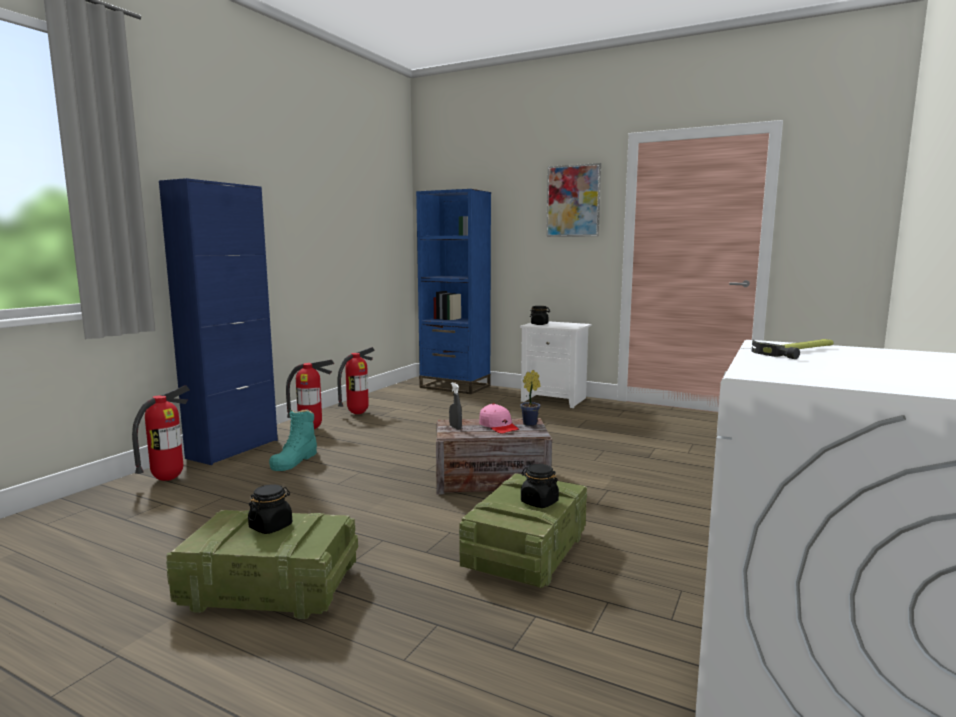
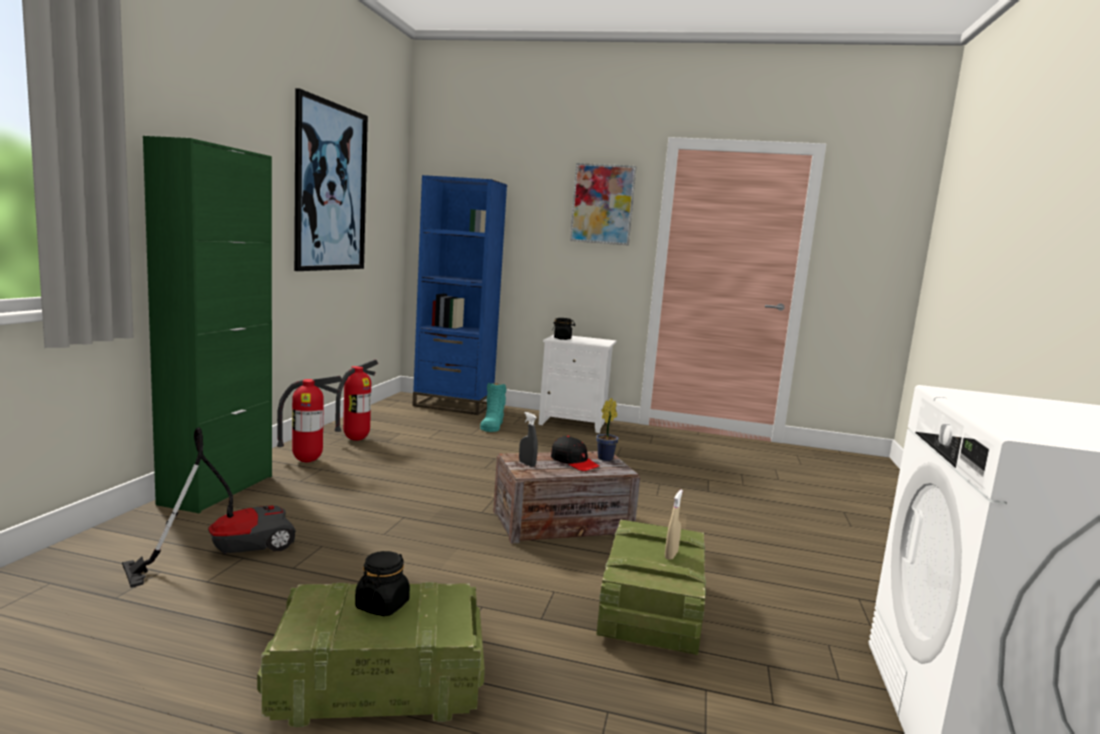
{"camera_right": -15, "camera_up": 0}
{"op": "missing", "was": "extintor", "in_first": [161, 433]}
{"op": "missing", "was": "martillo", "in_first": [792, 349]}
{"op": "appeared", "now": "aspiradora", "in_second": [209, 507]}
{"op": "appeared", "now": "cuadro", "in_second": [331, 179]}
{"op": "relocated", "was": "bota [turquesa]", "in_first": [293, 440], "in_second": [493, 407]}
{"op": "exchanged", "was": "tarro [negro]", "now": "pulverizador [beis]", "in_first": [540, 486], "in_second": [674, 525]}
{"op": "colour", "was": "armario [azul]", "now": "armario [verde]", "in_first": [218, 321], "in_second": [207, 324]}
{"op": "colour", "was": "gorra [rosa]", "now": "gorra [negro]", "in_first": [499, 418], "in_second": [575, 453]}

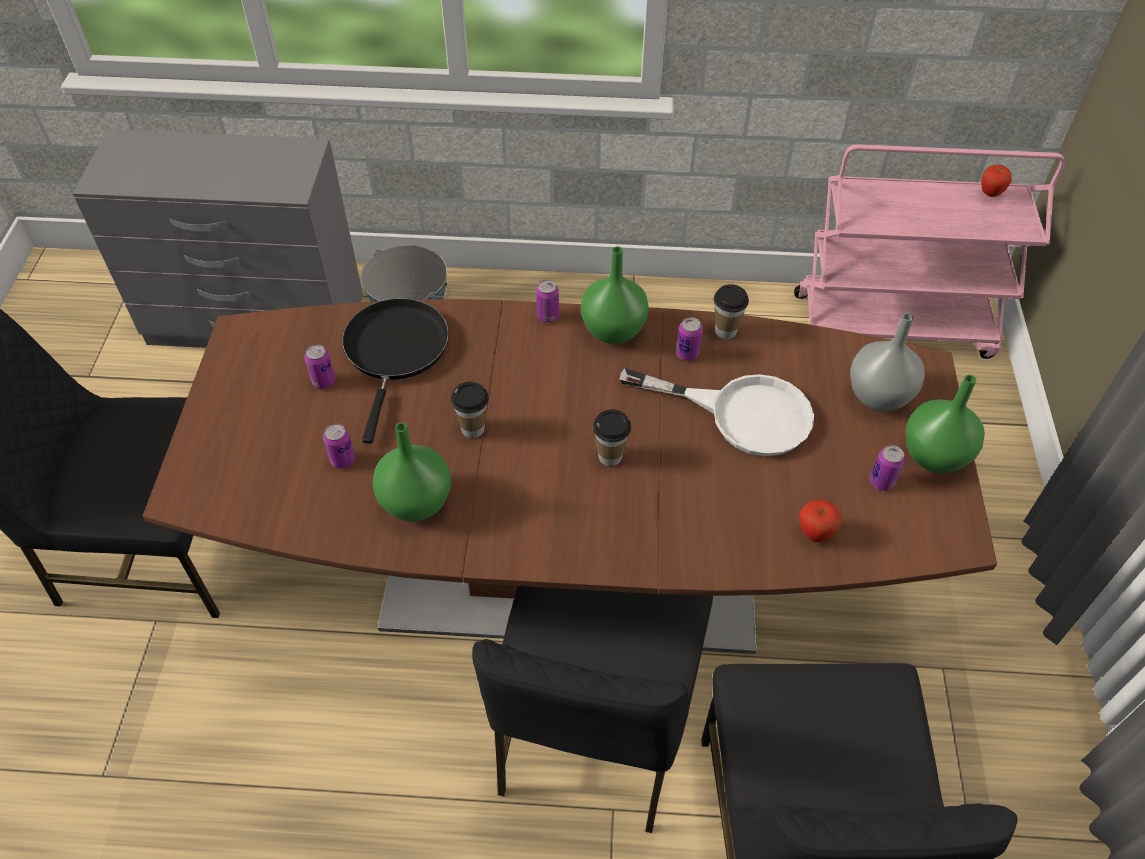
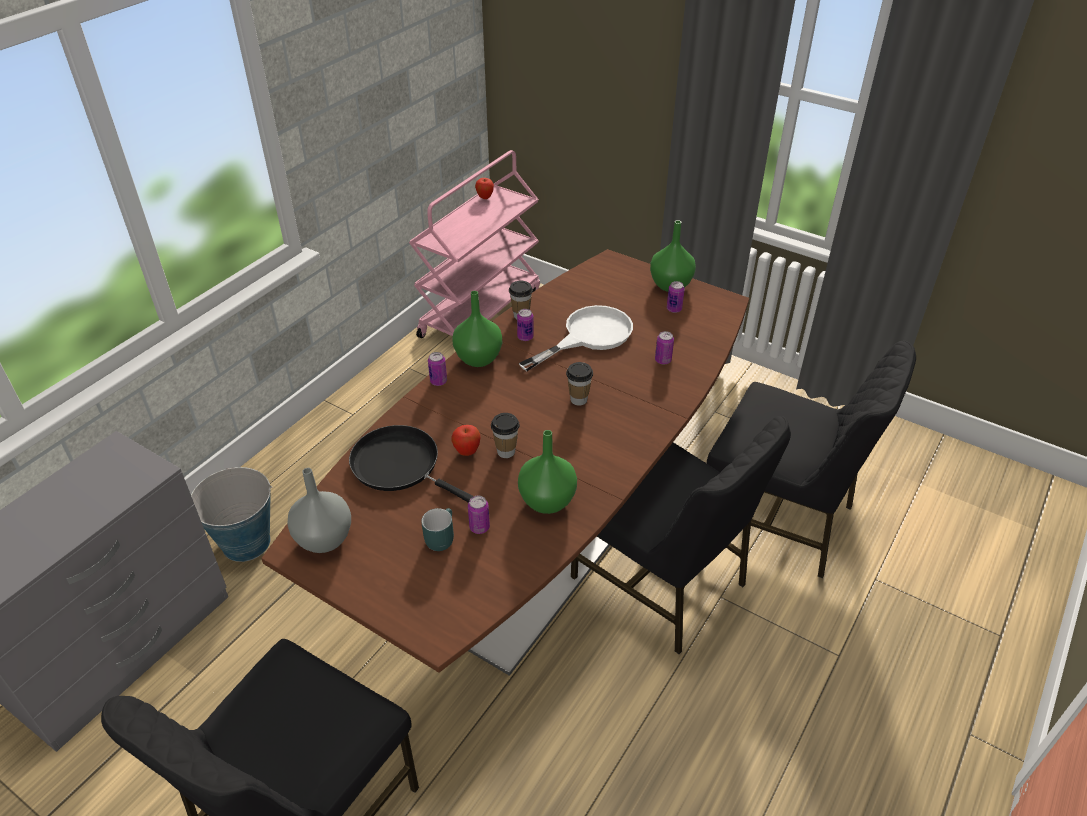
{"camera_right": -60, "camera_up": -10}
{"op": "appeared", "now": "taza grande [turquesa]", "in_second": [437, 529]}
{"op": "relocated", "was": "lata", "in_first": [319, 366], "in_second": [664, 348]}
{"op": "relocated", "was": "manzana", "in_first": [820, 521], "in_second": [465, 440]}
{"op": "relocated", "was": "florero [gris]", "in_first": [887, 362], "in_second": [319, 510]}

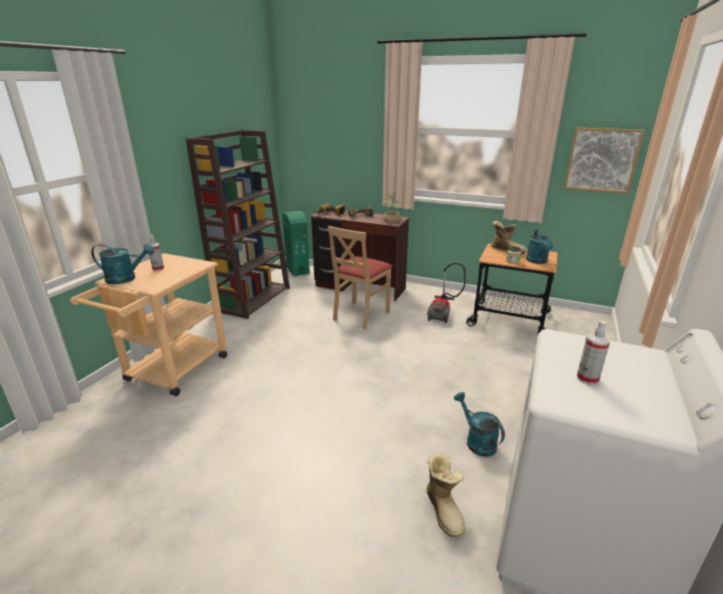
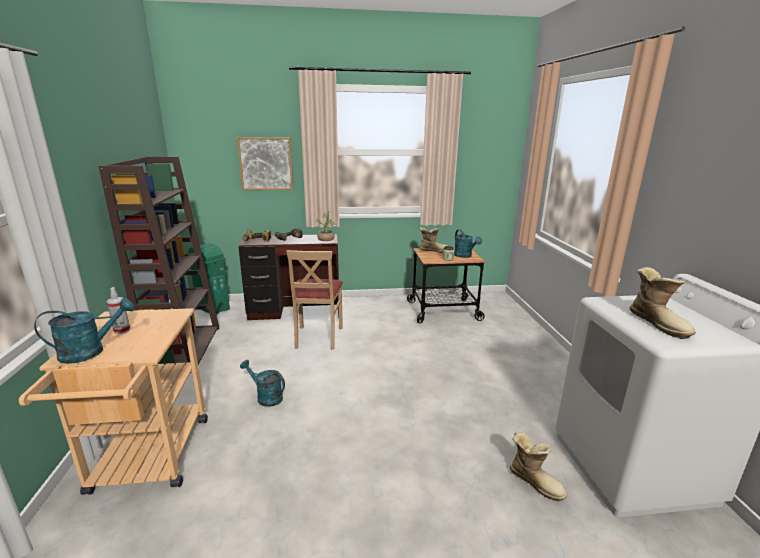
{"camera_right": -30, "camera_up": -5}
{"op": "missing", "was": "aspiradora", "in_first": [446, 293]}
{"op": "relocated", "was": "regadera [turquesa]", "in_first": [479, 424], "in_second": [262, 383]}
{"op": "relocated", "was": "cuadro", "in_first": [604, 160], "in_second": [265, 163]}
{"op": "exchanged", "was": "pulverizador", "now": "bota", "in_first": [593, 353], "in_second": [662, 303]}

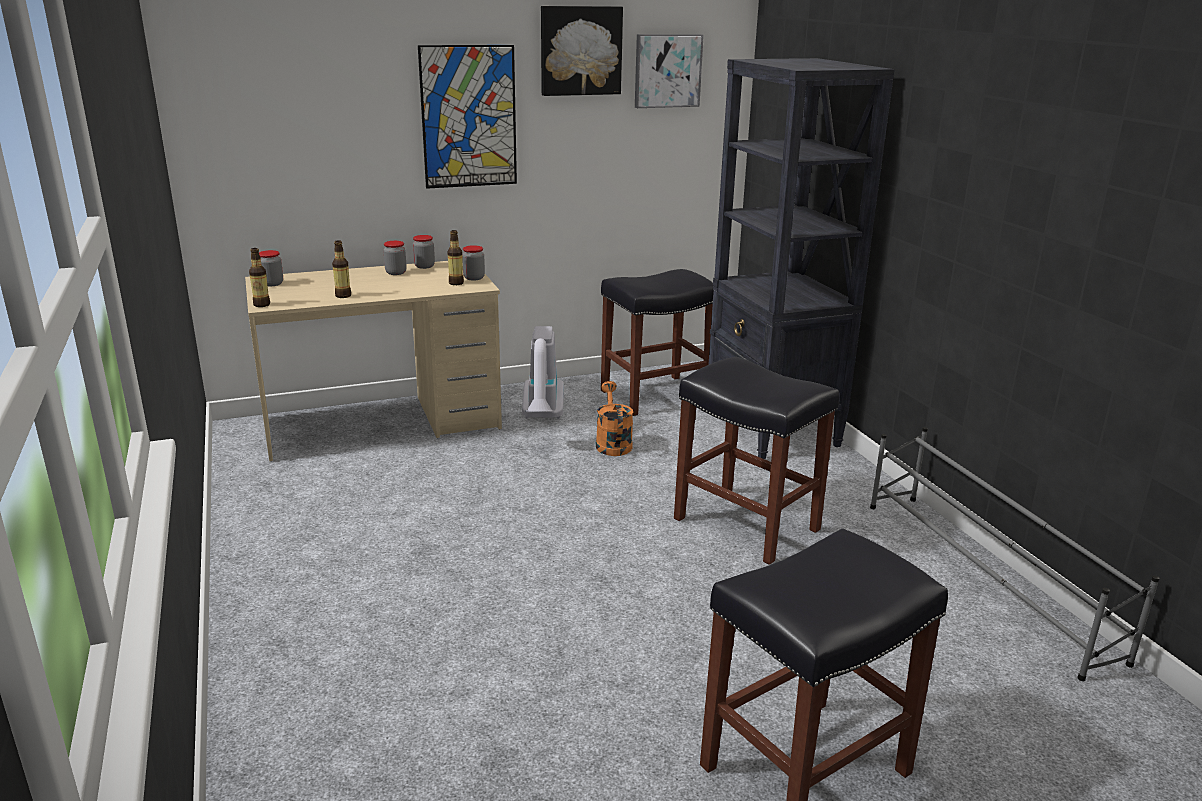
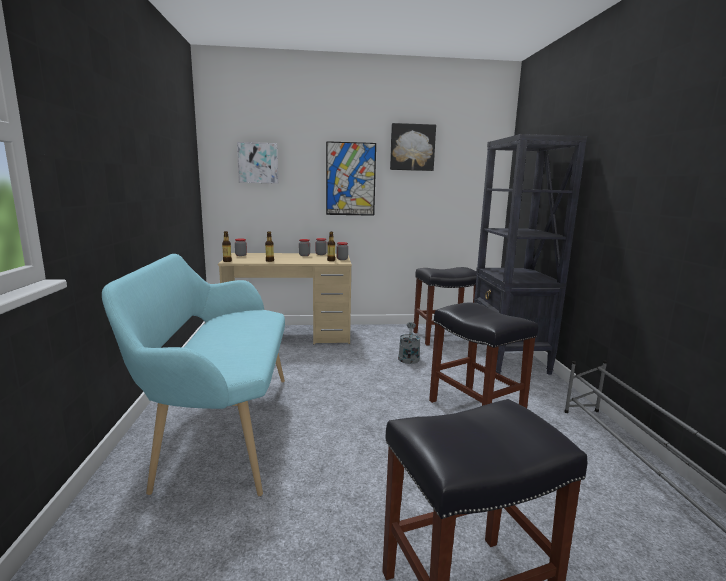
{"camera_right": 15, "camera_up": -10}
{"op": "missing", "was": "aspiradora", "in_first": [543, 372]}
{"op": "appeared", "now": "banco [turquesa]", "in_second": [193, 375]}
{"op": "relocated", "was": "cuadro", "in_first": [669, 71], "in_second": [257, 163]}
{"op": "colour", "was": "regadera [naranja]", "now": "regadera [gris]", "in_first": [614, 418], "in_second": [409, 343]}

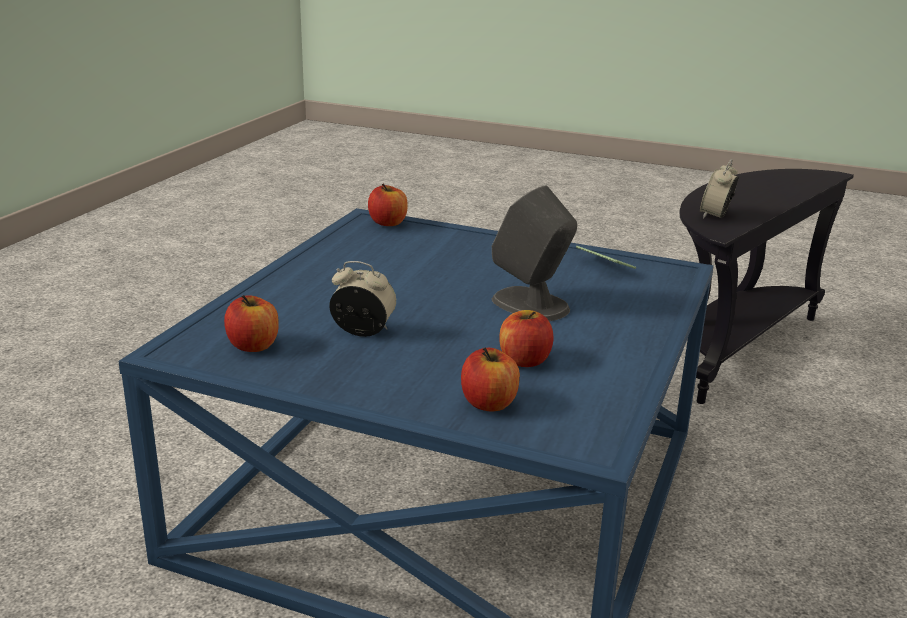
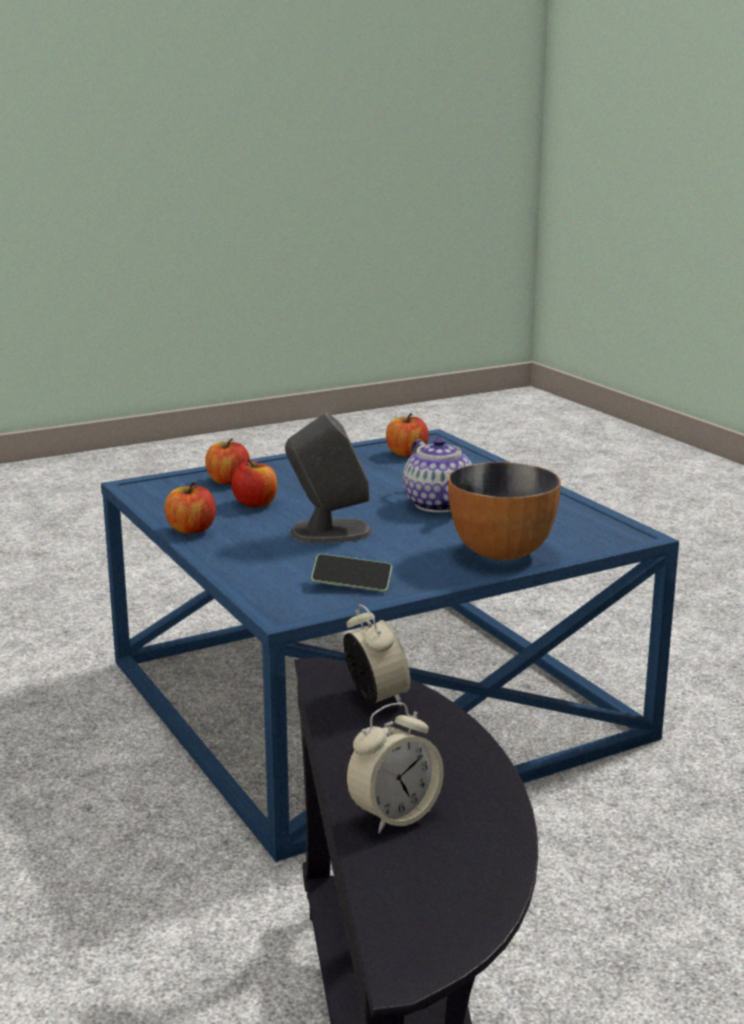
{"camera_right": 130, "camera_up": -5}
{"op": "appeared", "now": "tetera", "in_second": [437, 475]}
{"op": "appeared", "now": "cuenco", "in_second": [504, 511]}
{"op": "relocated", "was": "despertador", "in_first": [363, 299], "in_second": [394, 768]}
{"op": "relocated", "was": "manzana", "in_first": [388, 205], "in_second": [190, 508]}

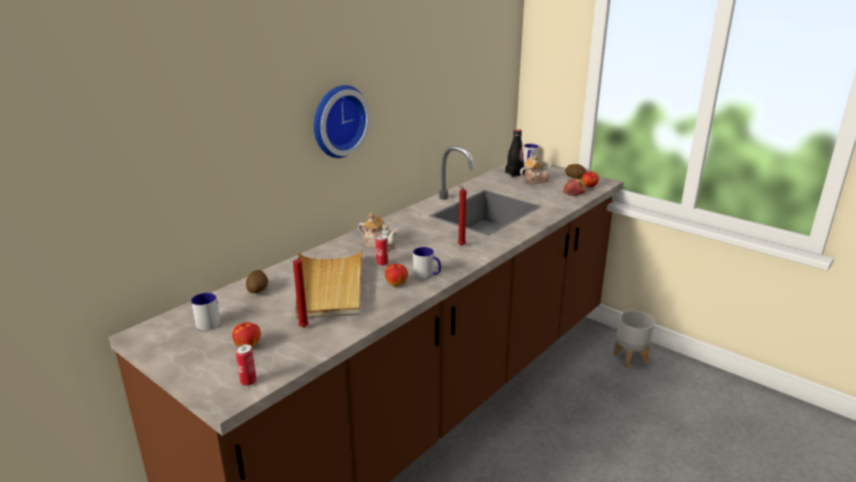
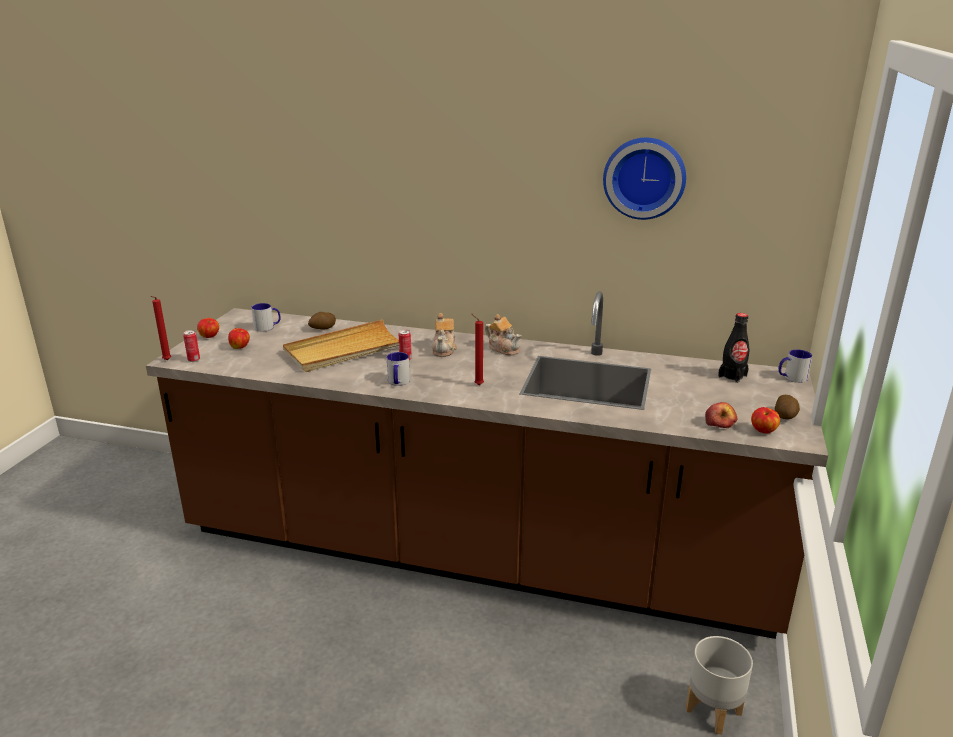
{"camera_right": 65, "camera_up": 0}
{"op": "relocated", "was": "vela [rojo]", "in_first": [301, 291], "in_second": [160, 328]}
{"op": "relocated", "was": "reloj de pared", "in_first": [342, 121], "in_second": [644, 179]}
{"op": "relocated", "was": "manzana", "in_first": [396, 275], "in_second": [208, 328]}
{"op": "relocated", "was": "tetera", "in_first": [536, 169], "in_second": [503, 334]}

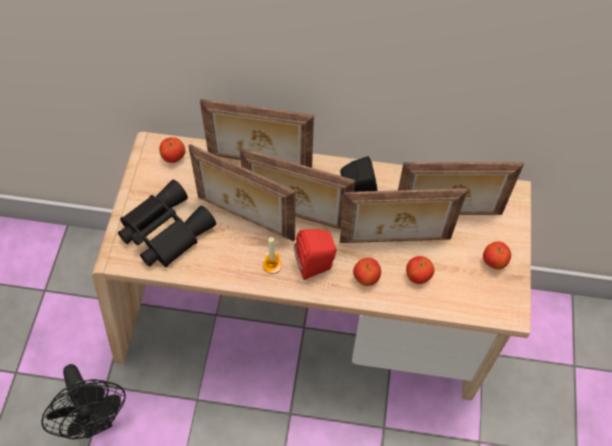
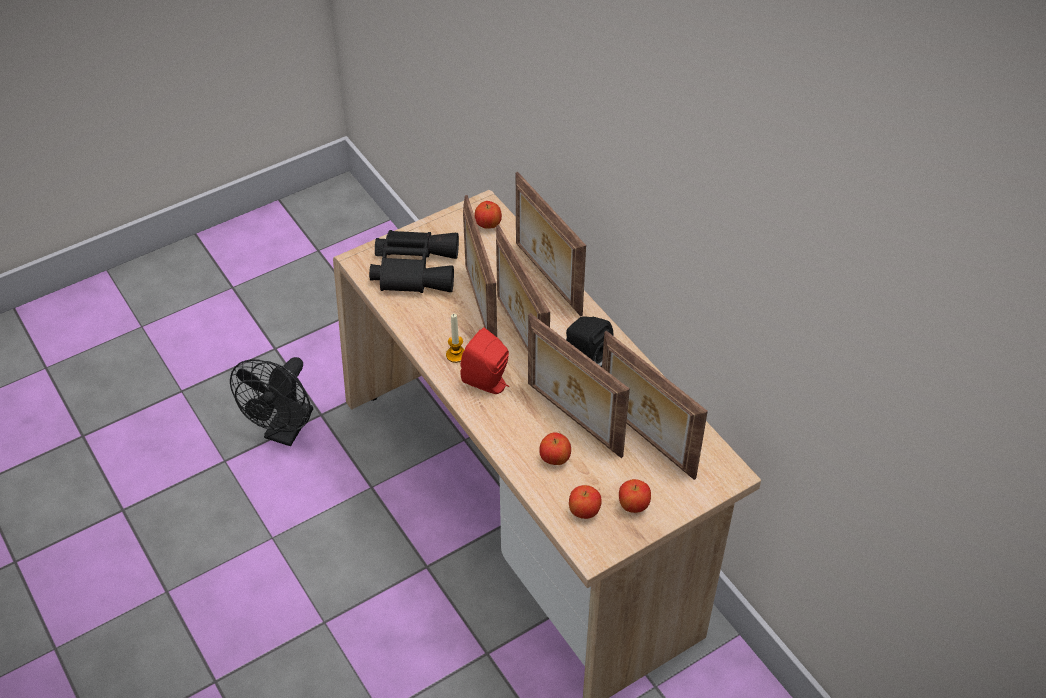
{"camera_right": 50, "camera_up": -10}
{"op": "relocated", "was": "manzana", "in_first": [367, 272], "in_second": [585, 502]}

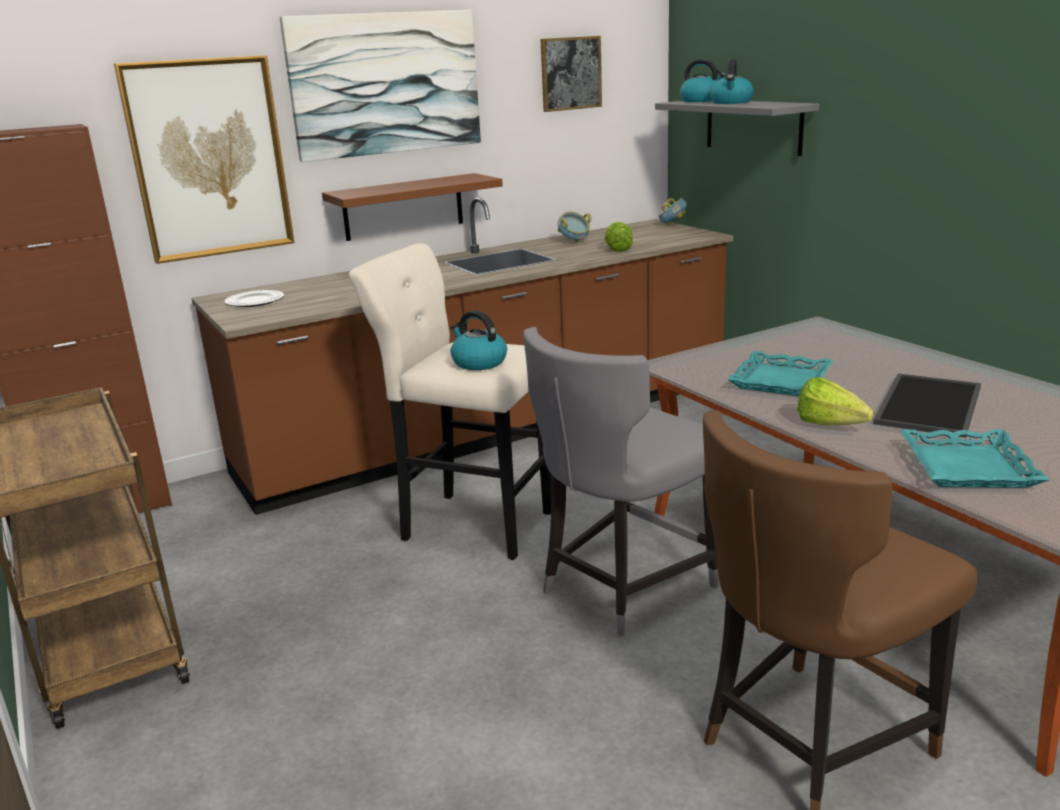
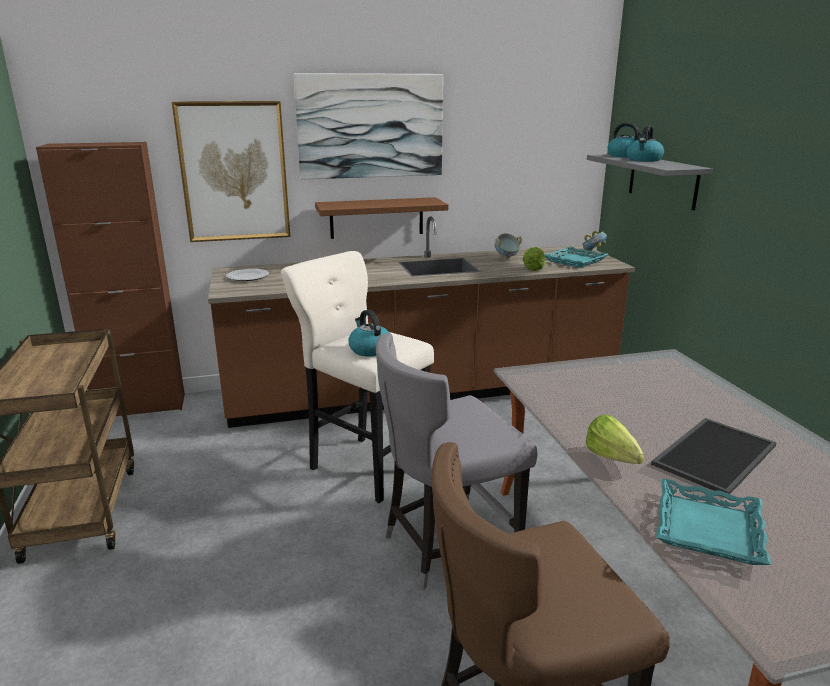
{"camera_right": 15, "camera_up": 0}
{"op": "missing", "was": "cuadro", "in_first": [571, 74]}
{"op": "relocated", "was": "bandeja [turquesa]", "in_first": [780, 373], "in_second": [577, 257]}

